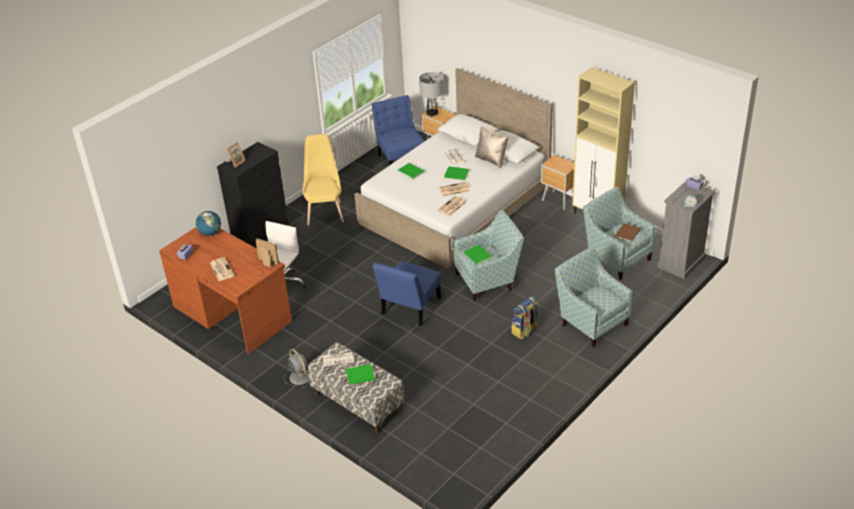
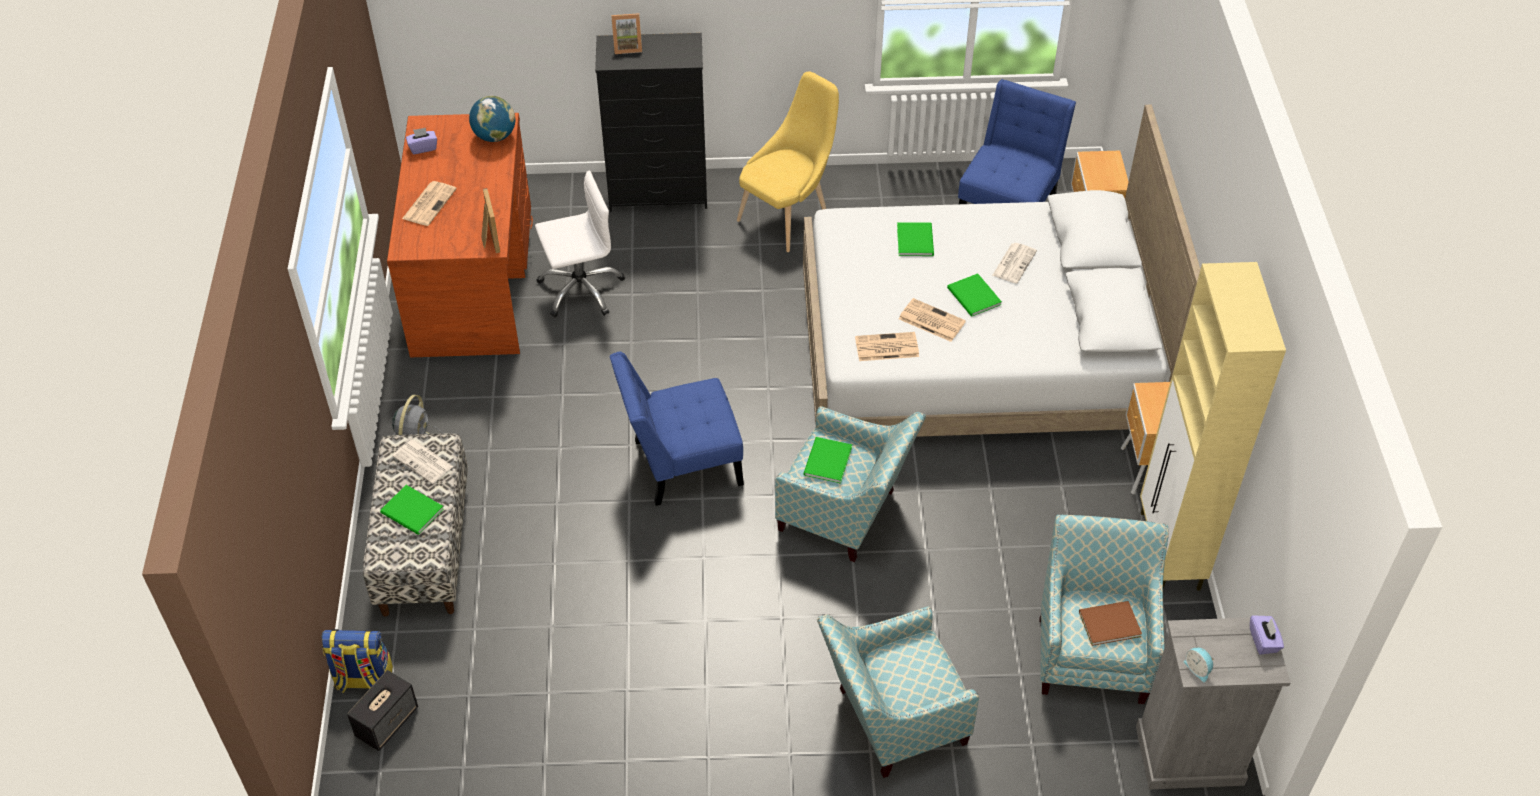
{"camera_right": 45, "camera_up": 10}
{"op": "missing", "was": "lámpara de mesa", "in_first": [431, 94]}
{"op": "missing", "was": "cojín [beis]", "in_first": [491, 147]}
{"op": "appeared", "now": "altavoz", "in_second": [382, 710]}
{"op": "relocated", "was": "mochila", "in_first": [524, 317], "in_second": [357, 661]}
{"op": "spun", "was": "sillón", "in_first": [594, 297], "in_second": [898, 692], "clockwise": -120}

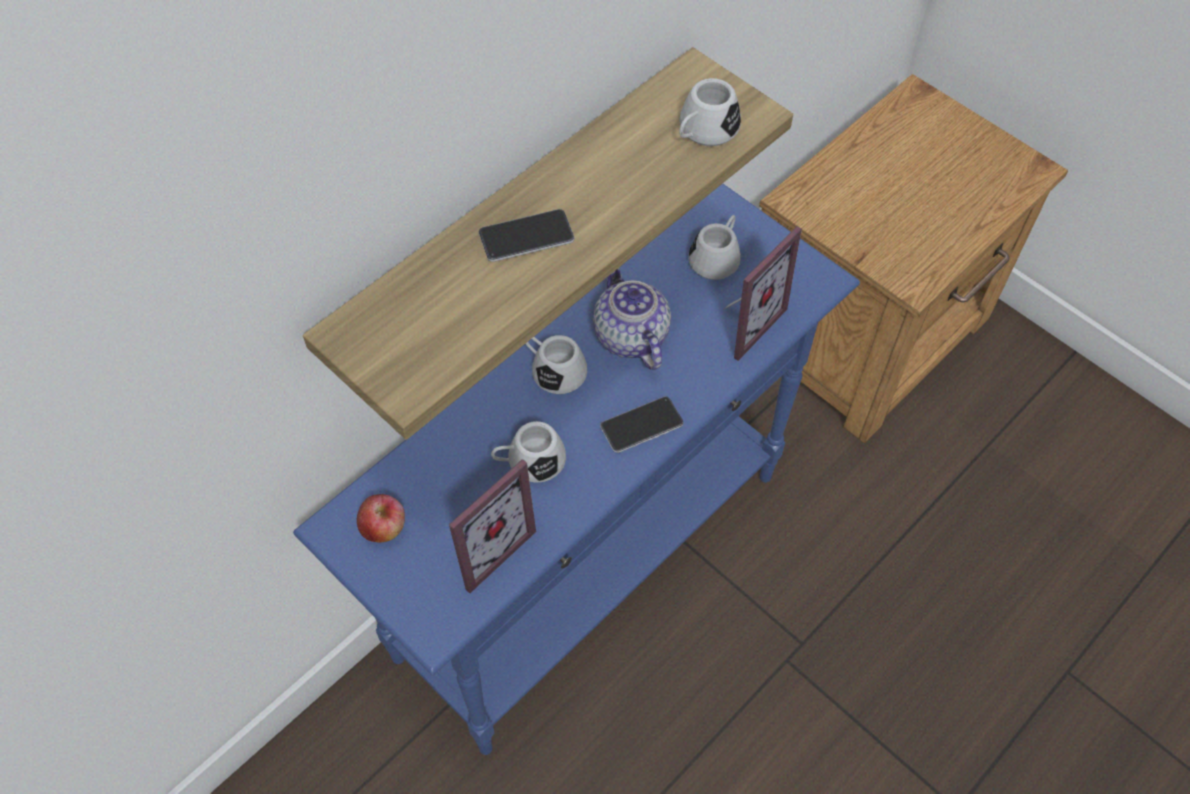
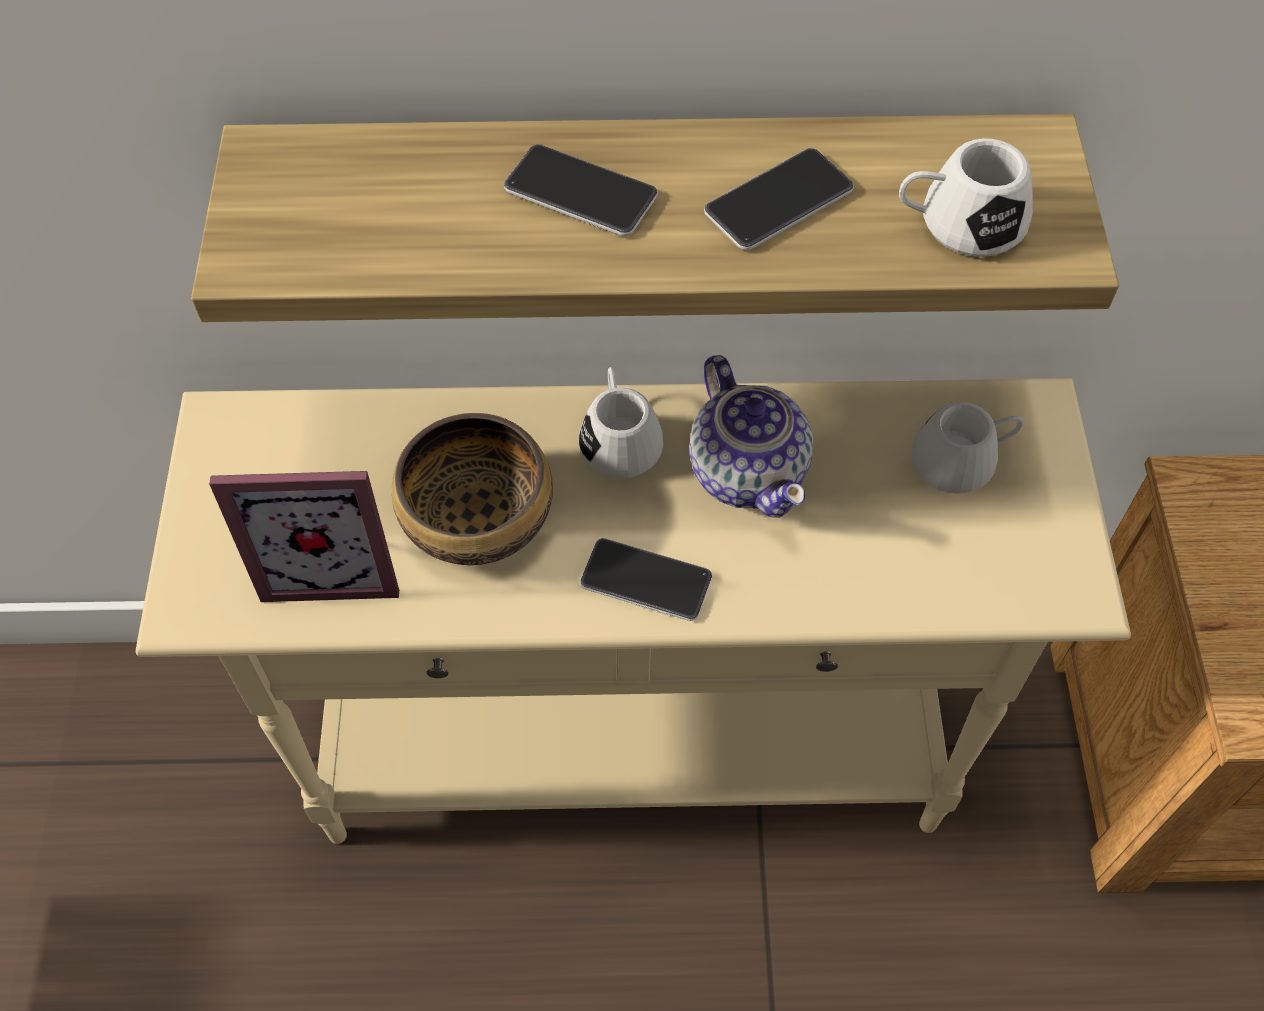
{"camera_right": 45, "camera_up": 0}
{"op": "missing", "was": "manzana", "in_first": [381, 518]}
{"op": "missing", "was": "portarretratos", "in_first": [763, 293]}
{"op": "appeared", "now": "móvil", "in_second": [779, 199]}
{"op": "exchanged", "was": "taza grande [blanco]", "now": "cuenco", "in_first": [528, 452], "in_second": [472, 489]}
{"op": "colour", "was": "mesa consola [azul]", "now": "mesa consola [beis]", "in_first": [576, 469], "in_second": [633, 611]}
{"op": "spun", "was": "tetera", "in_first": [632, 319], "in_second": [751, 436], "clockwise": 135}

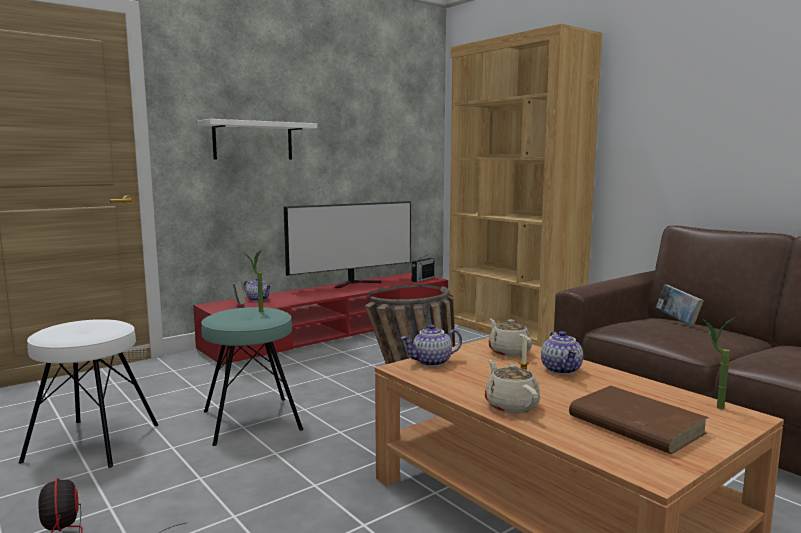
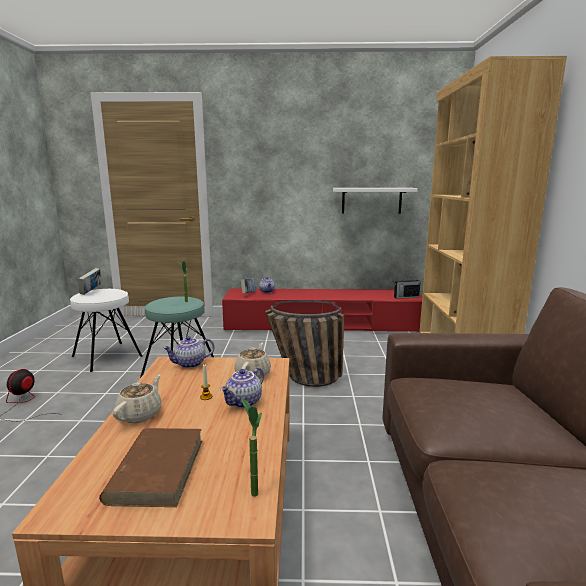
{"camera_right": 40, "camera_up": 5}
{"op": "missing", "was": "televisor", "in_first": [347, 244]}
{"op": "relocated", "was": "estante [blanco]", "in_first": [257, 139], "in_second": [375, 201]}
{"op": "relocated", "was": "libro", "in_first": [680, 305], "in_second": [89, 281]}
{"op": "spun", "was": "tetera", "in_first": [431, 345], "in_second": [188, 352], "clockwise": -45}

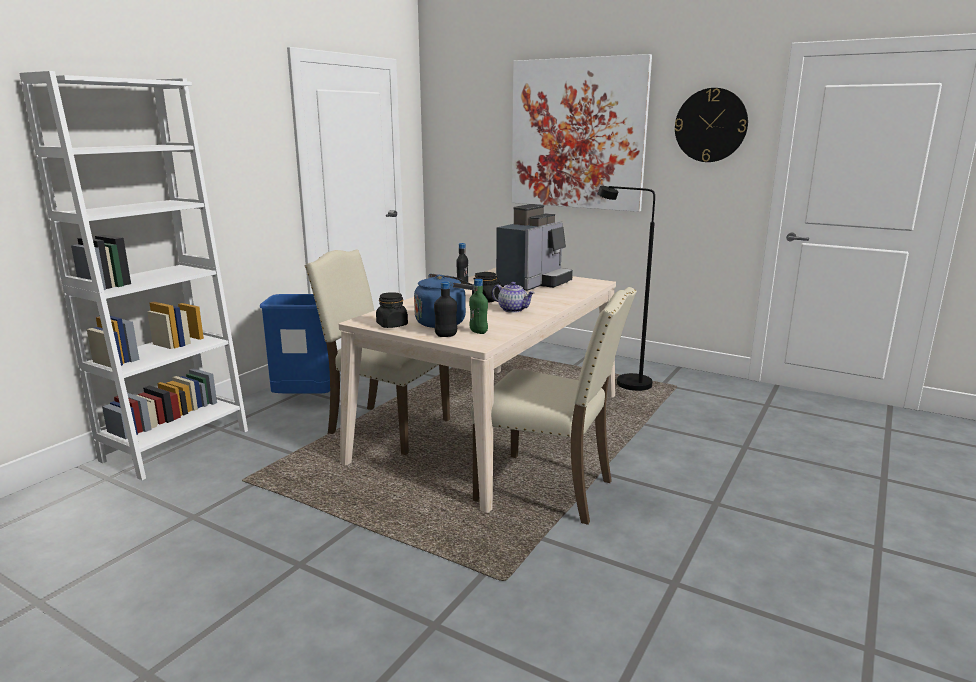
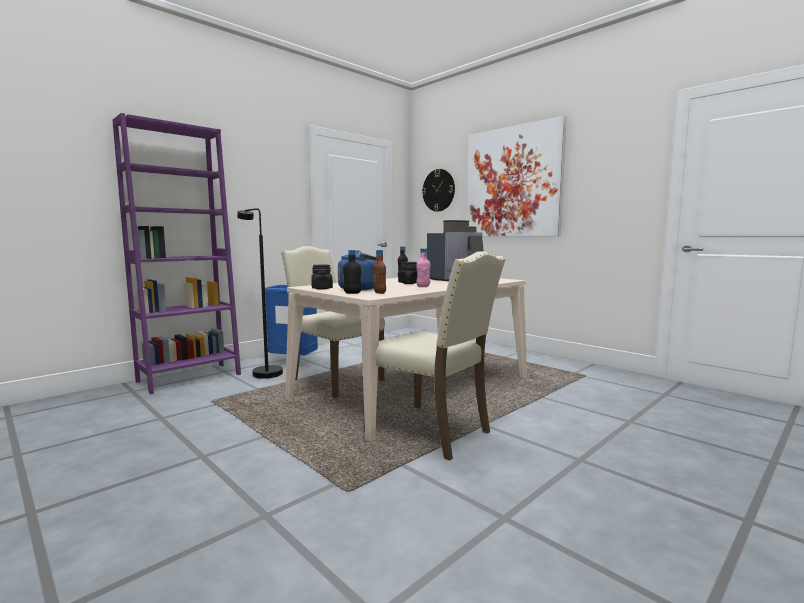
{"camera_right": 15, "camera_up": -10}
{"op": "relocated", "was": "lámpara de pie [negro]", "in_first": [626, 288], "in_second": [260, 293]}
{"op": "relocated", "was": "reloj de pared", "in_first": [711, 125], "in_second": [438, 190]}
{"op": "exchanged", "was": "tetera", "now": "botella [rosa]", "in_first": [513, 297], "in_second": [423, 267]}
{"op": "colour", "was": "estantería [blanco]", "now": "estantería [morado]", "in_first": [133, 275], "in_second": [177, 253]}
{"op": "colour", "was": "botella [verde]", "now": "botella [marrón]", "in_first": [478, 306], "in_second": [379, 272]}

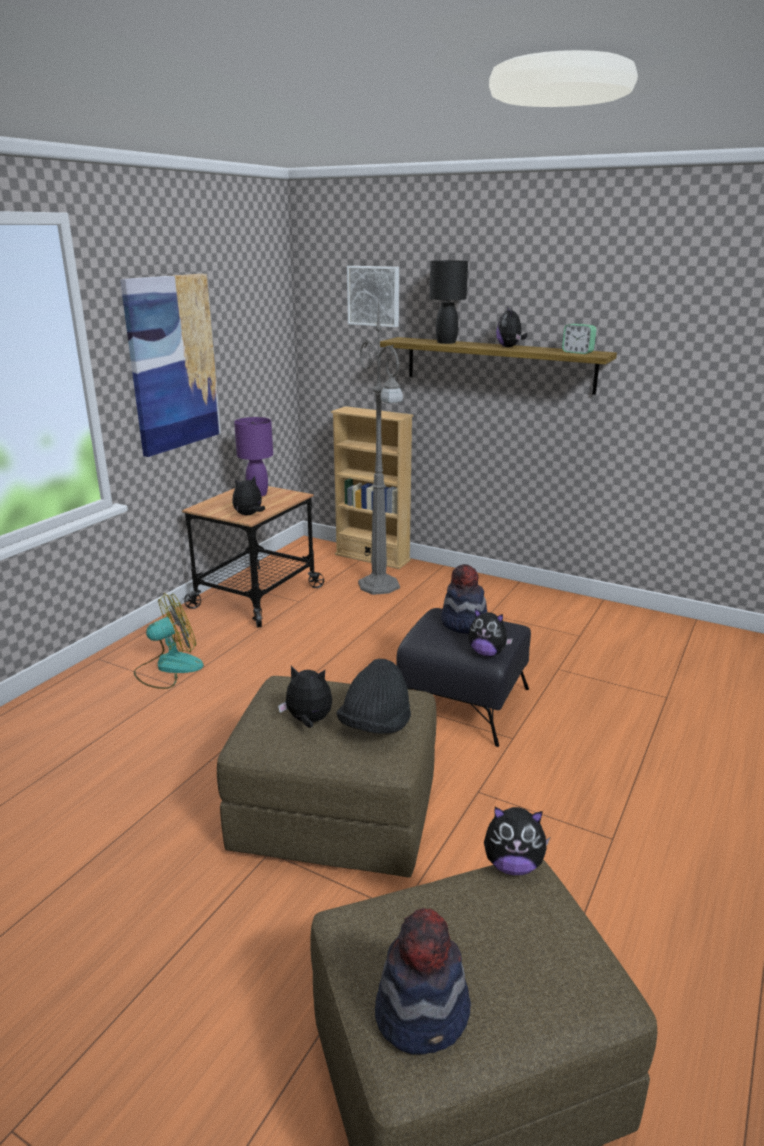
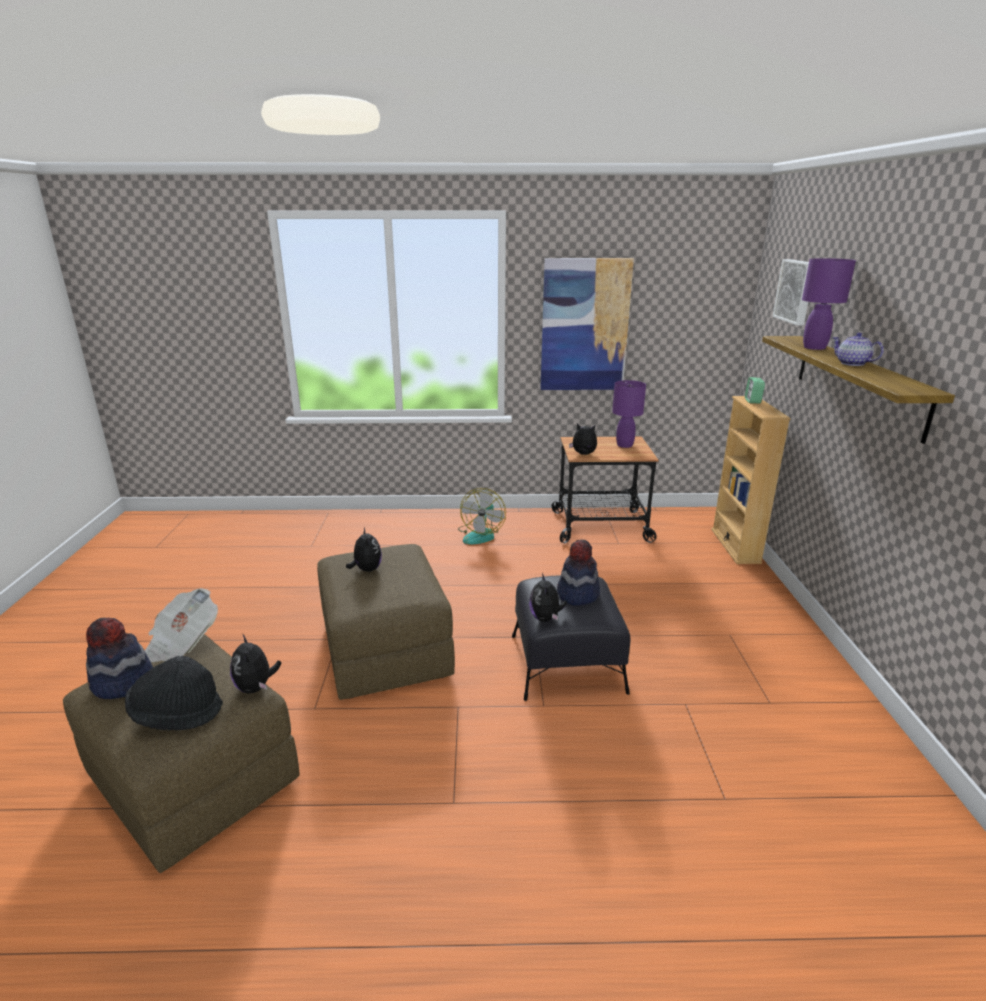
{"camera_right": 60, "camera_up": 0}
{"op": "missing", "was": "lámpara de pie [gris]", "in_first": [380, 444]}
{"op": "appeared", "now": "periódico", "in_second": [181, 625]}
{"op": "relocated", "was": "sombrero [negro]", "in_first": [373, 696], "in_second": [174, 693]}
{"op": "relocated", "was": "despertador", "in_first": [579, 339], "in_second": [755, 390]}
{"op": "exchanged", "was": "peluche", "now": "tetera", "in_first": [511, 326], "in_second": [858, 349]}
{"op": "colour", "was": "lámpara de mesa [negro]", "now": "lámpara de mesa [morado]", "in_first": [448, 302], "in_second": [829, 304]}
{"op": "spun", "was": "ventilador", "in_first": [169, 641], "in_second": [482, 516], "clockwise": 75}

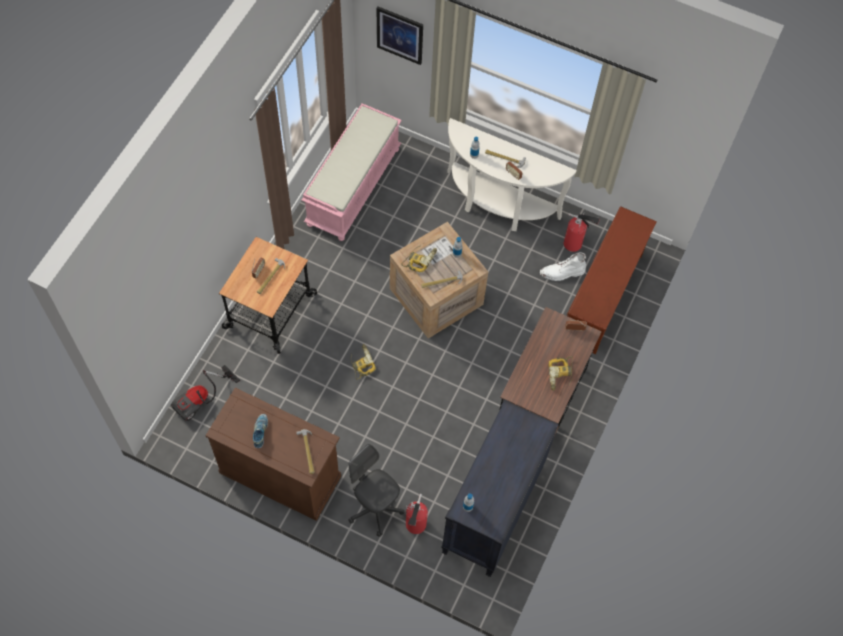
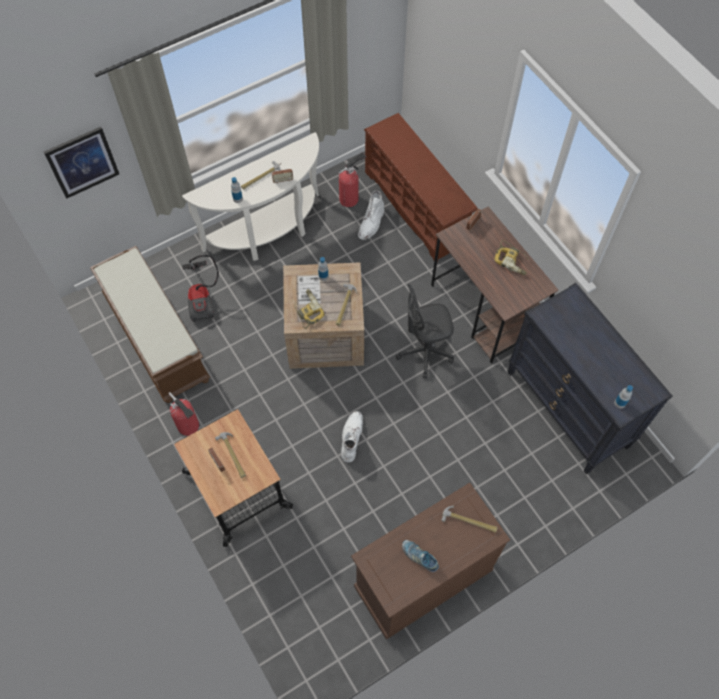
{"camera_right": -55, "camera_up": 0}
{"op": "relocated", "was": "aspiradora", "in_first": [205, 393], "in_second": [200, 288]}
{"op": "relocated", "was": "silla de oficina [gris]", "in_first": [376, 490], "in_second": [425, 331]}
{"op": "relocated", "was": "extintor", "in_first": [416, 514], "in_second": [183, 414]}
{"op": "exchanged", "was": "taladro", "now": "bota [blanco]", "in_first": [363, 362], "in_second": [352, 436]}
{"op": "colour", "was": "banco [rosa]", "now": "banco [marrón]", "in_first": [352, 172], "in_second": [150, 324]}

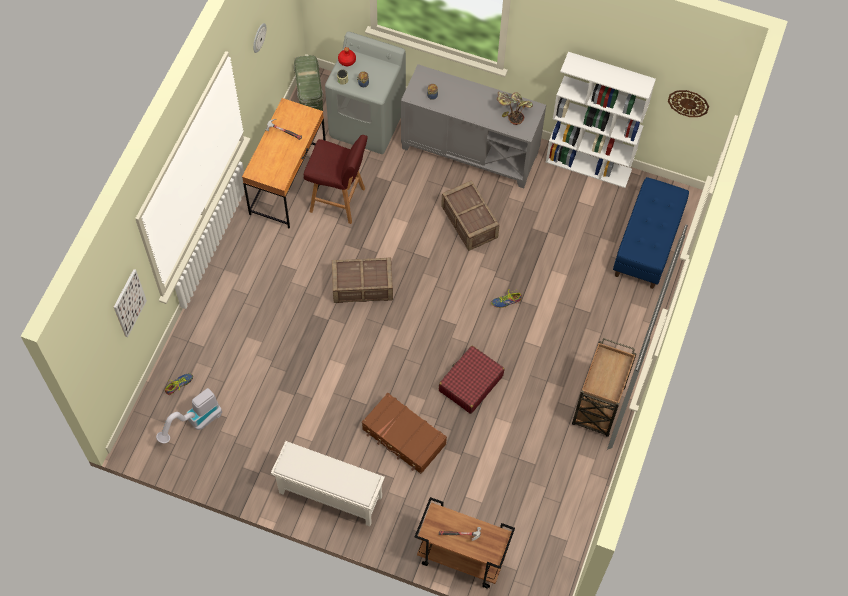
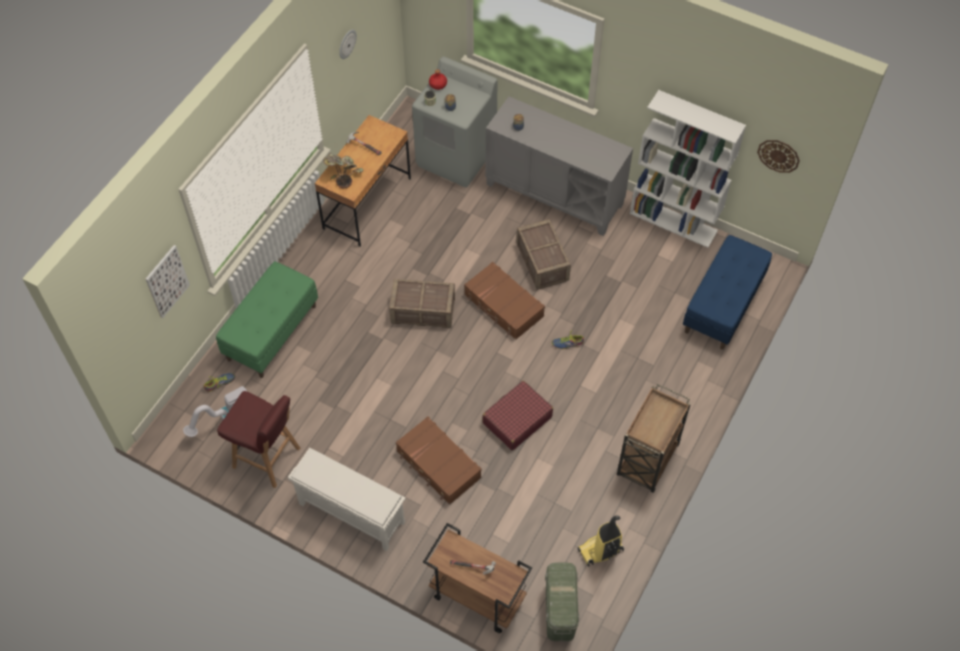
{"camera_right": 10, "camera_up": -5}
{"op": "appeared", "now": "banco [verde]", "in_second": [267, 319]}
{"op": "appeared", "now": "maleta [marrón]", "in_second": [504, 301]}
{"op": "appeared", "now": "aspiradora", "in_second": [601, 541]}
{"op": "relocated", "was": "caja de almacenaje [verde]", "in_first": [308, 83], "in_second": [562, 602]}
{"op": "relocated", "was": "taburete [rojo]", "in_first": [336, 179], "in_second": [258, 439]}
{"op": "relocated", "was": "planta en maceta", "in_first": [515, 108], "in_second": [343, 171]}

